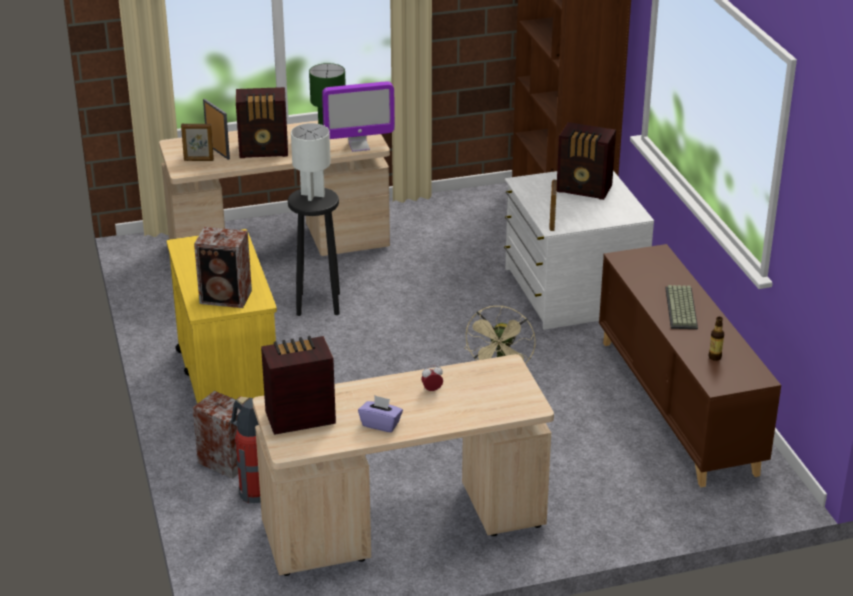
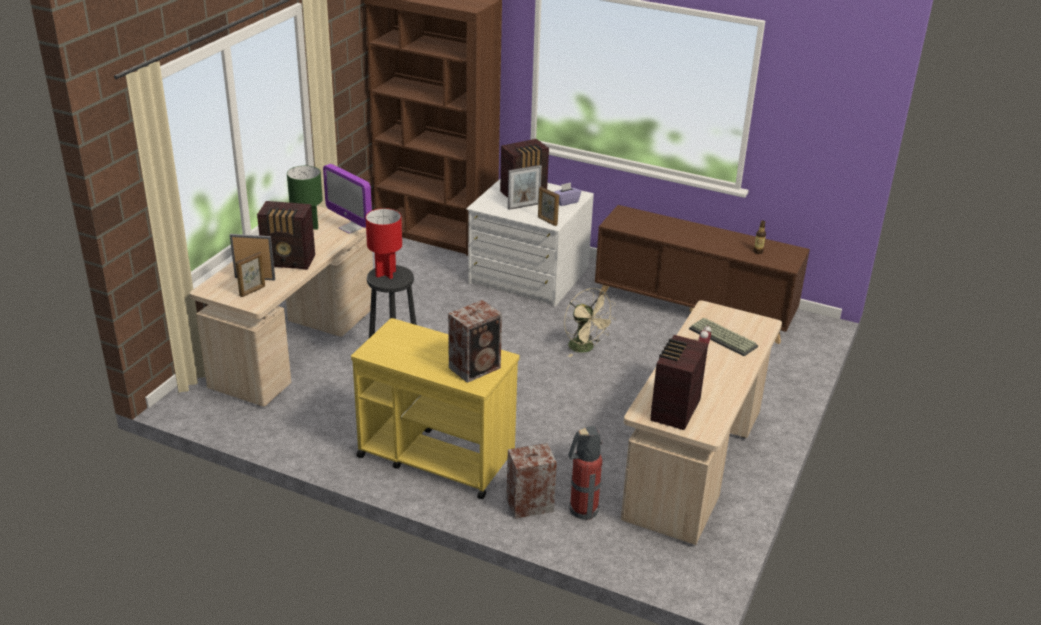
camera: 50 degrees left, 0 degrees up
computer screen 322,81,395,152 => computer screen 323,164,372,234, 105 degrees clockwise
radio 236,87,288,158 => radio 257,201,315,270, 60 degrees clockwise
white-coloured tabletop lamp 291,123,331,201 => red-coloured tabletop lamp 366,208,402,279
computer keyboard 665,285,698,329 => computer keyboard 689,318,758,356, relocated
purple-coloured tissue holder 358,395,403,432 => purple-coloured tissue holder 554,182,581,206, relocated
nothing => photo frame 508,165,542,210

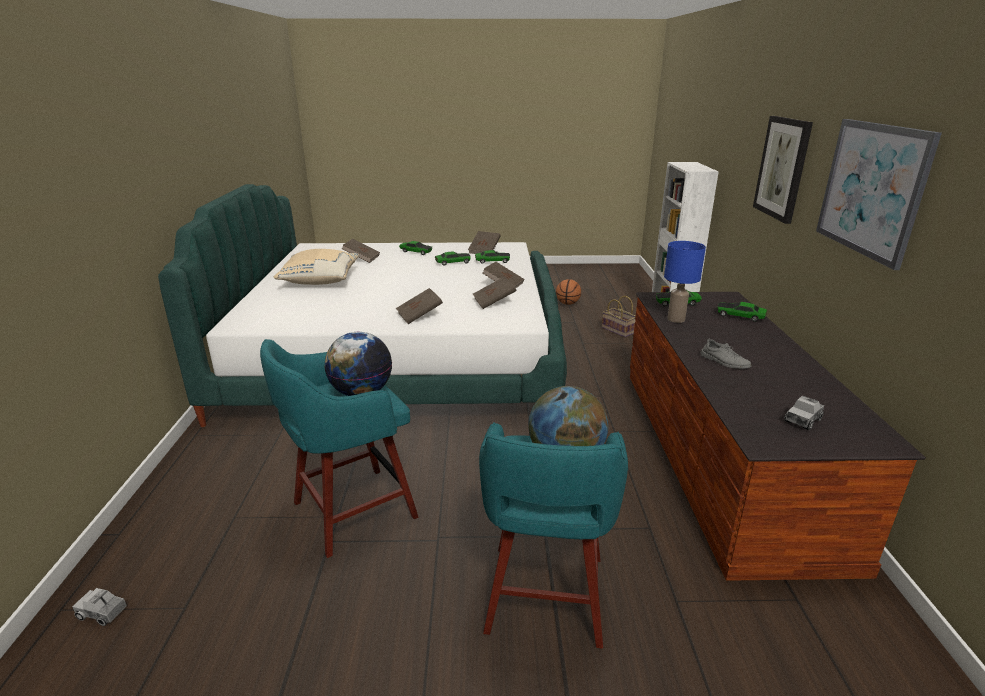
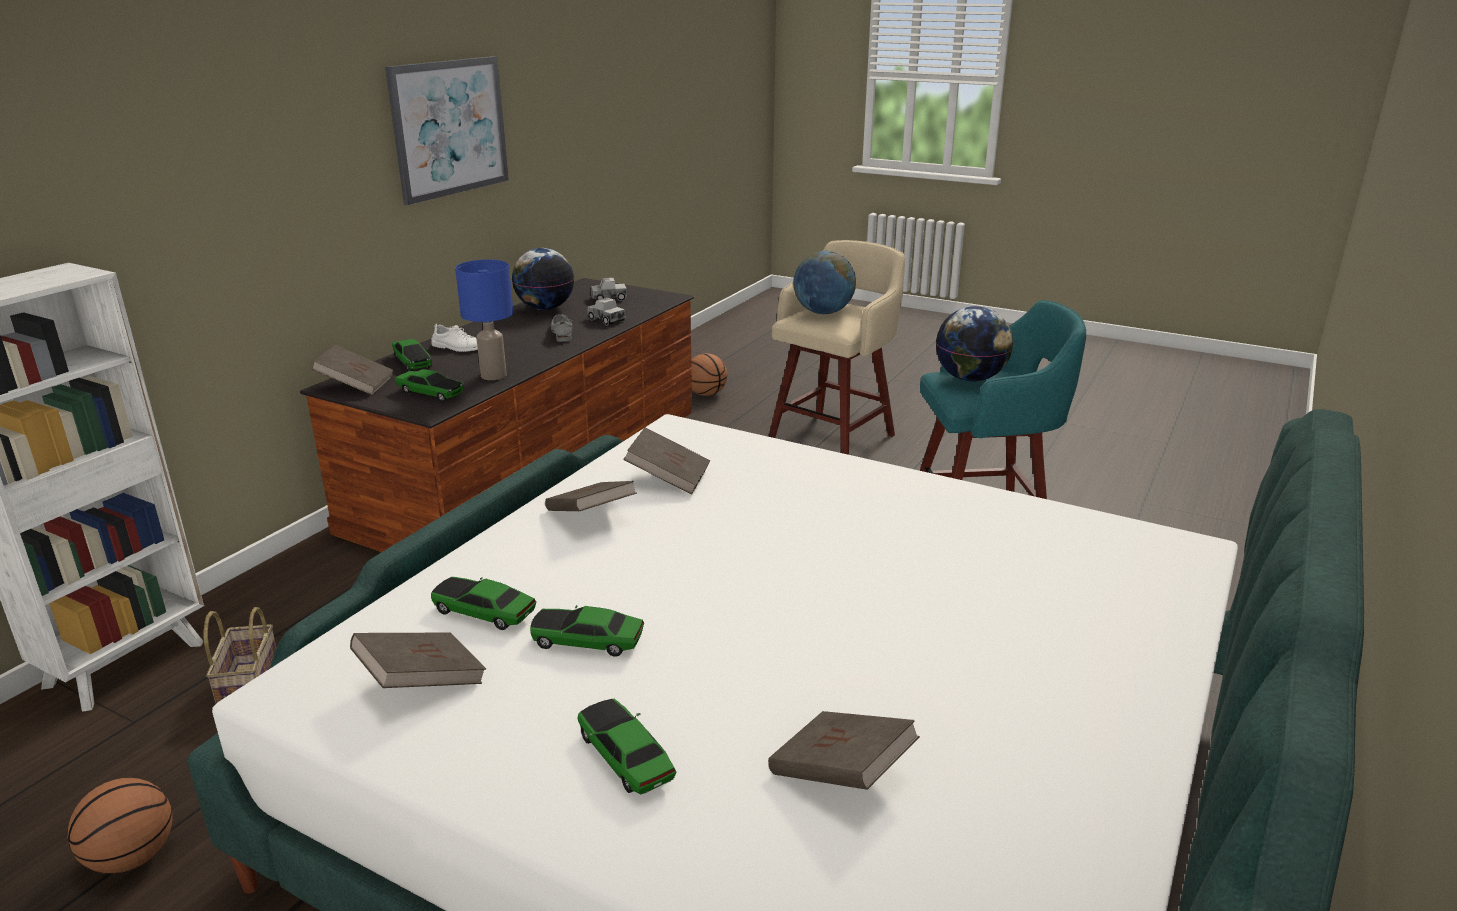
camera: 150 degrees left, 0 degrees up
picture 753,116,813,224 => nothing
beige throw pillow 274,249,359,285 => nothing
brown volume 396,288,443,324 => brown volume 312,345,393,395, relocated
blue-green stool seat 479,422,628,649 => beige stool seat 768,240,905,455
model truck 72,588,127,626 => model truck 588,298,626,325, relocated
nothing => globe 512,248,574,310
nothing => white-coloured low shoe 431,324,478,352
nothing => basketball ball 690,353,727,396

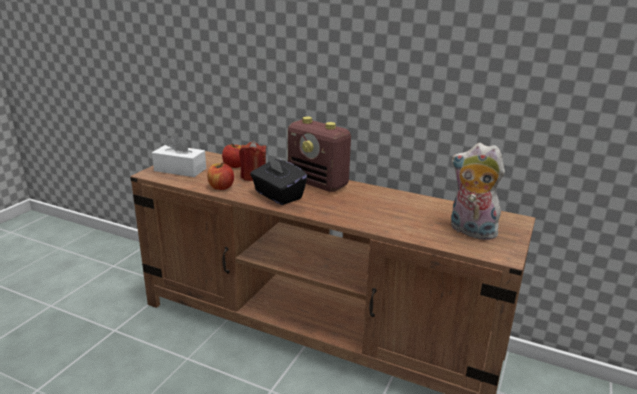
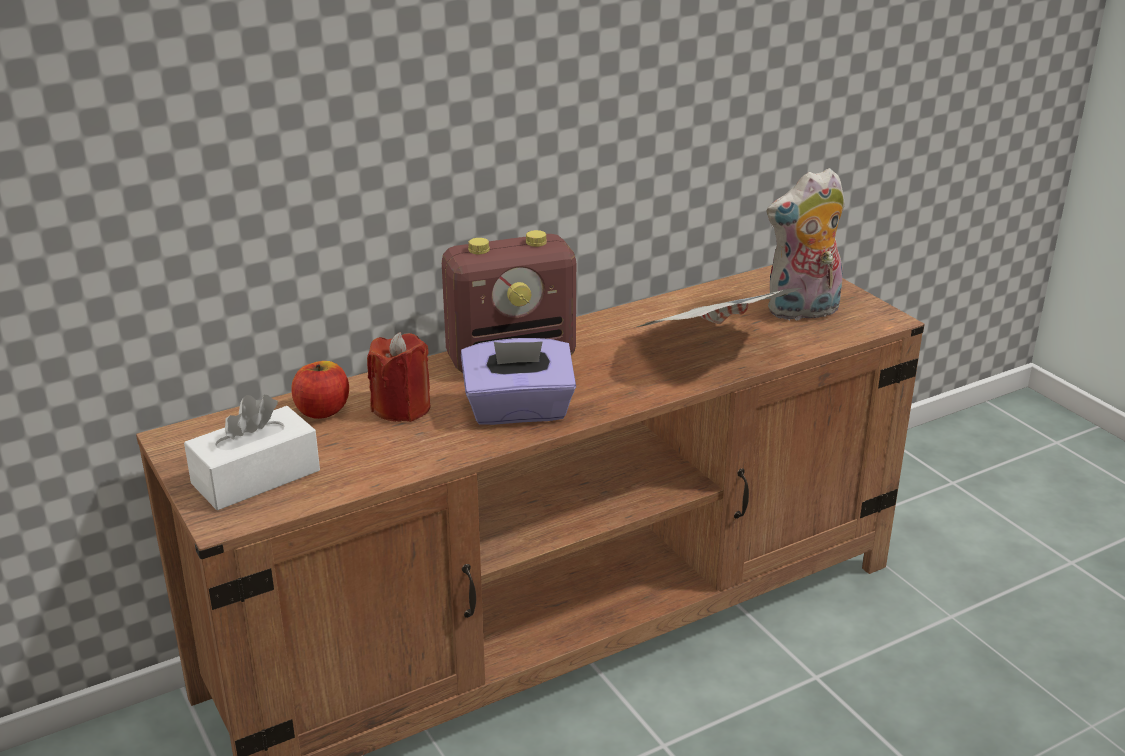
camera: 55 degrees left, 5 degrees up
black-coloured tissue holder 250,156,307,205 => purple-coloured tissue holder 461,338,576,425
apple fruit 207,162,234,190 => nothing
nothing => printed paper 633,288,802,328

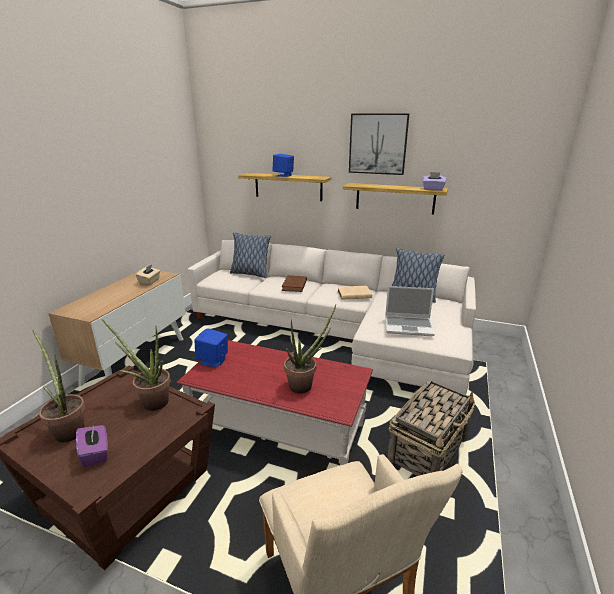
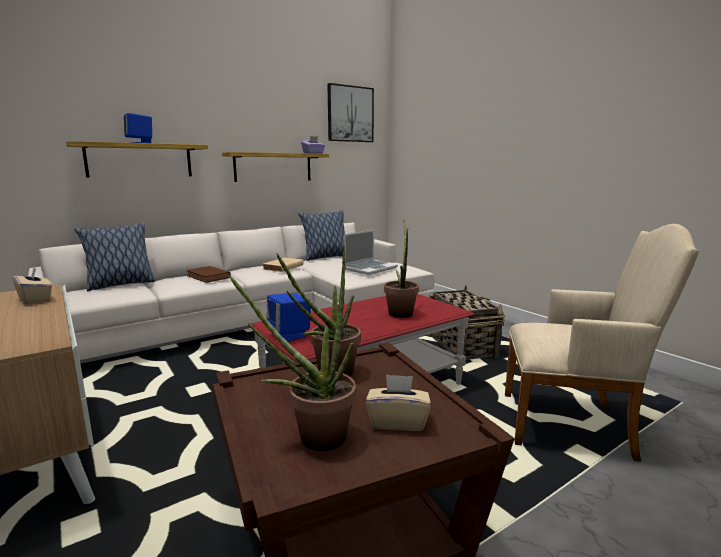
camera: 55 degrees left, 10 degrees down
picture 349,113,409,175 => picture 328,83,374,142, relocated
purple-coloured tissue holder 76,424,108,468 => beige tissue holder 366,374,431,431

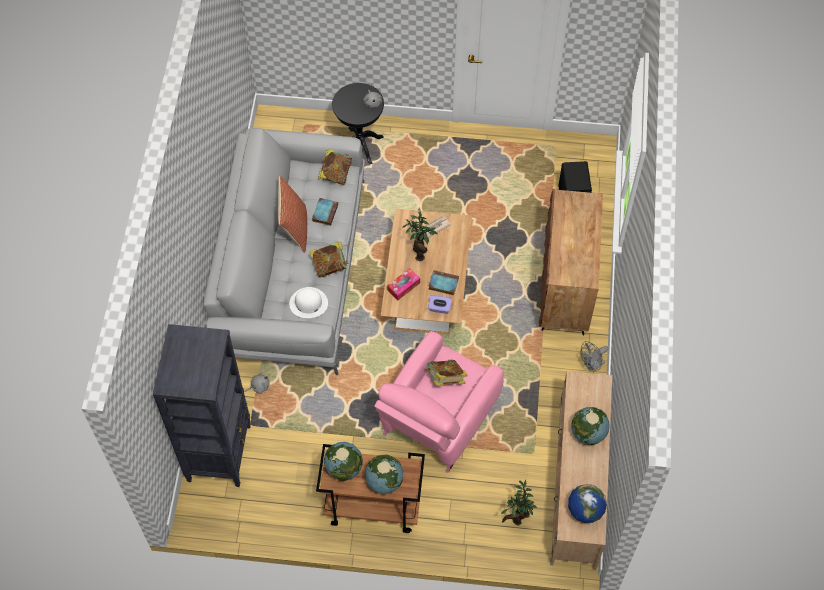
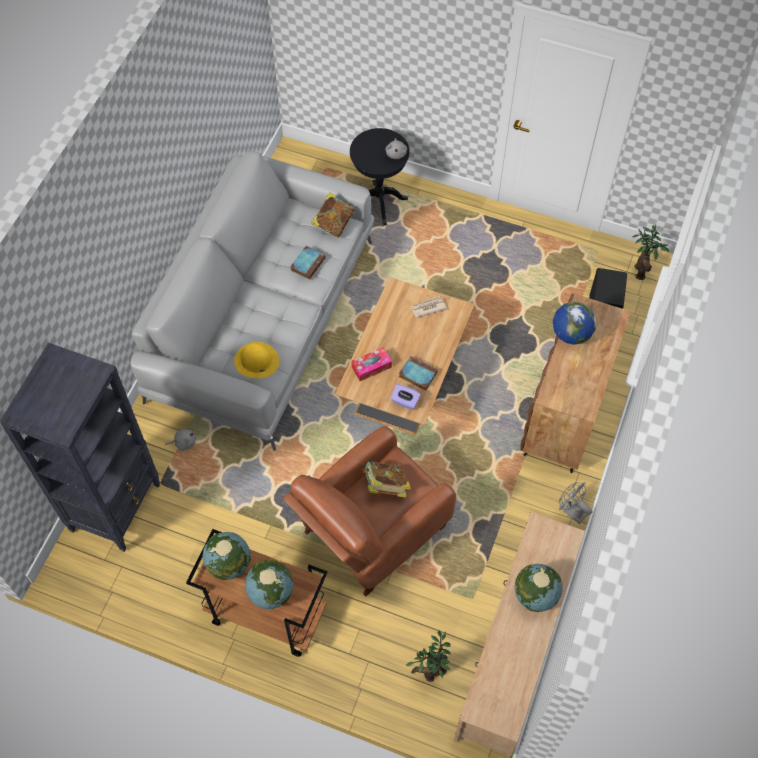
camera: 15 degrees right, 0 degrees up
throw pillow 278,176,307,253 => nothing
plant in a pot 402,211,437,261 => plant in a pot 633,225,669,280, relocated
volume 309,242,349,277 => nothing
white-coloured wearable hat 289,287,328,318 => yellow wearable hat 234,342,279,378
pink armchair 374,331,504,473 => brown armchair 283,426,456,597
greyish fan 580,341,608,372 => greyish fan 559,482,593,524, 60 degrees clockwise
globe 568,484,607,523 => globe 553,302,596,345, relocated

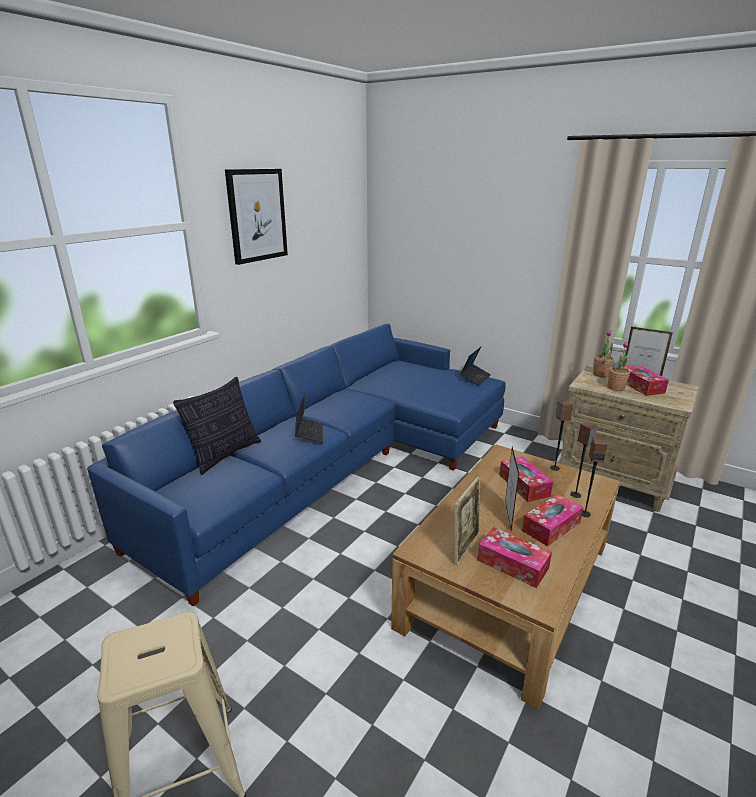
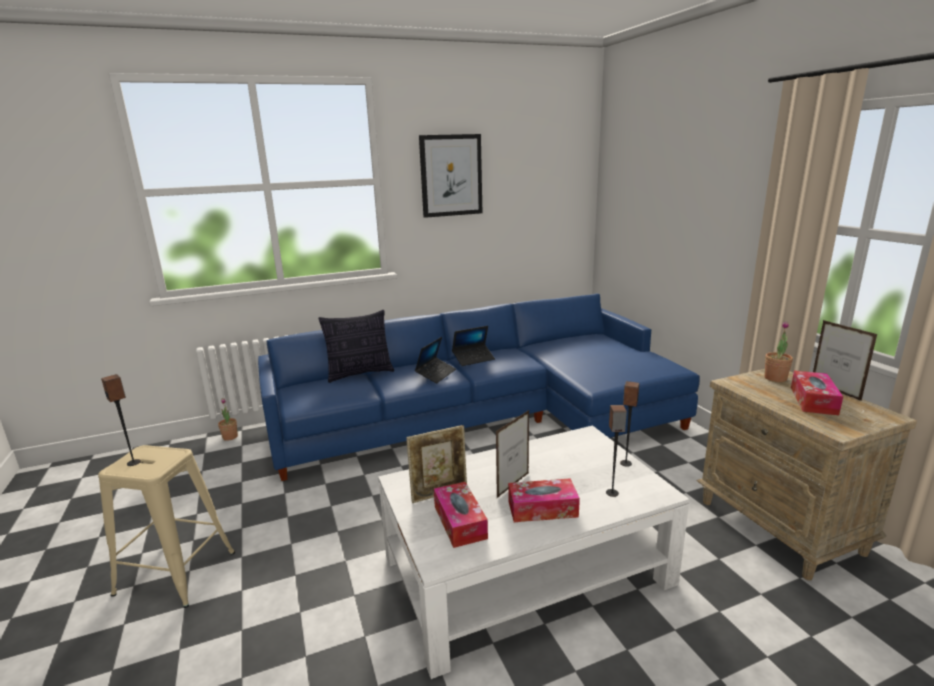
camera: 35 degrees right, 5 degrees down
plant in a pot 608,342,630,391 => plant in a pot 218,398,238,441, relocated
laptop 460,347,491,386 => laptop 452,326,495,366, relocated
loudspeaker 582,438,607,517 => loudspeaker 101,374,141,466, relocated
brown low table 391,445,620,710 => white-coloured low table 378,425,690,679
tissue holder 499,456,553,502 => nothing

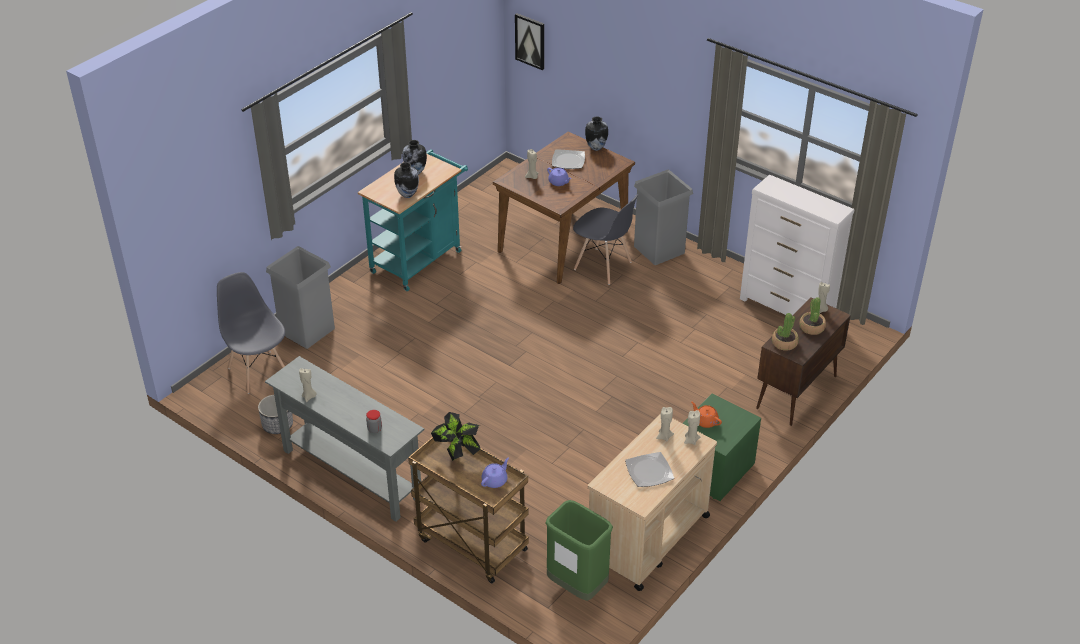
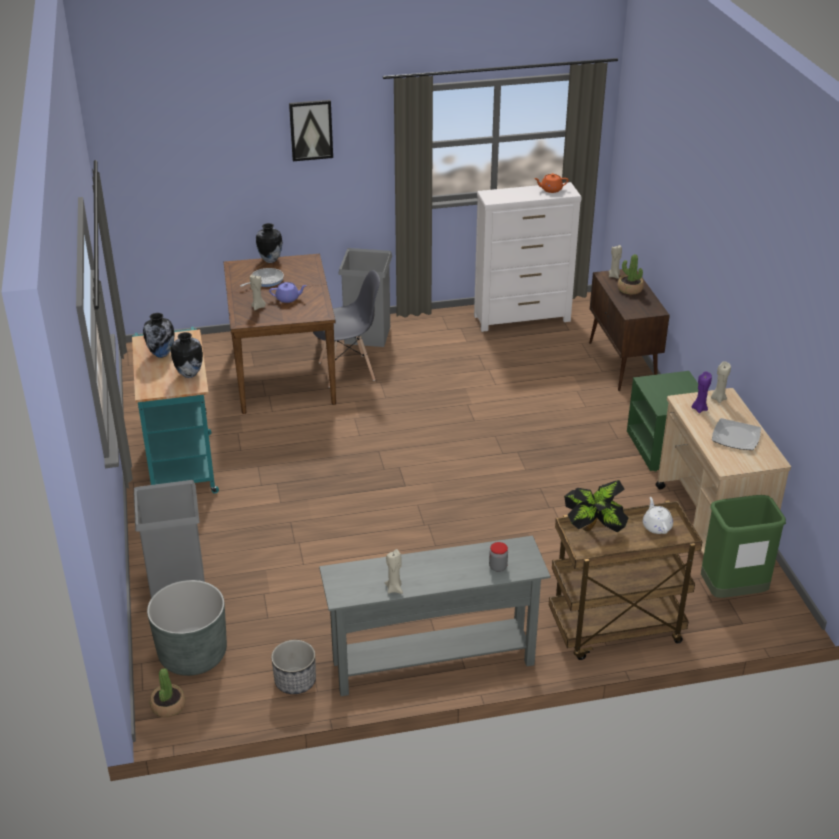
camera: 50 degrees left, 5 degrees down
picture 515,13,544,70 => picture 289,100,333,161, relocated
plate 552,149,585,169 => skillet 240,268,284,287
greyish upright chair 217,272,285,394 => greyish plant pot 147,580,227,676
plant in a pot 772,313,799,351 => plant in a pot 150,668,186,717, relocated
orange pot for tea 691,402,722,428 => orange pot for tea 534,173,569,193, relocated
beige wax candle 656,407,674,441 => purple-coloured wax candle 692,371,712,413
purple-coloured pot for tea 481,458,509,488 => white-coloured pot for tea 643,497,673,534

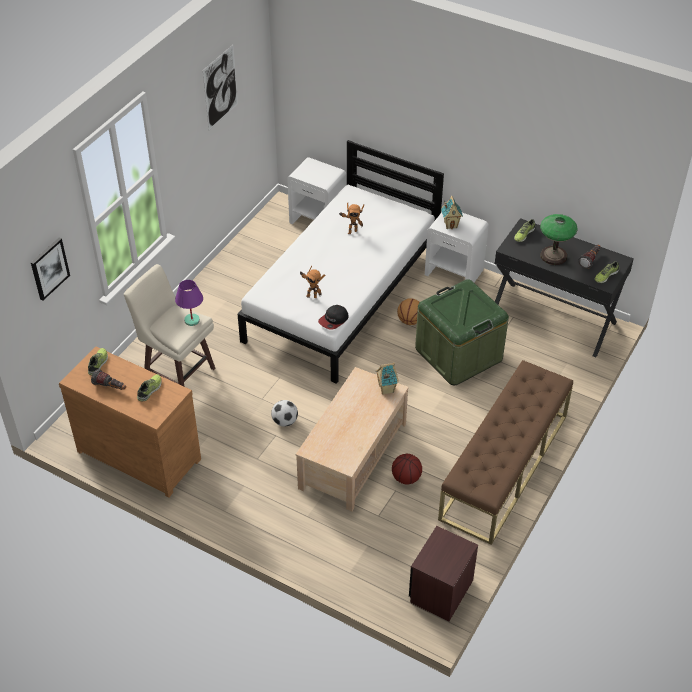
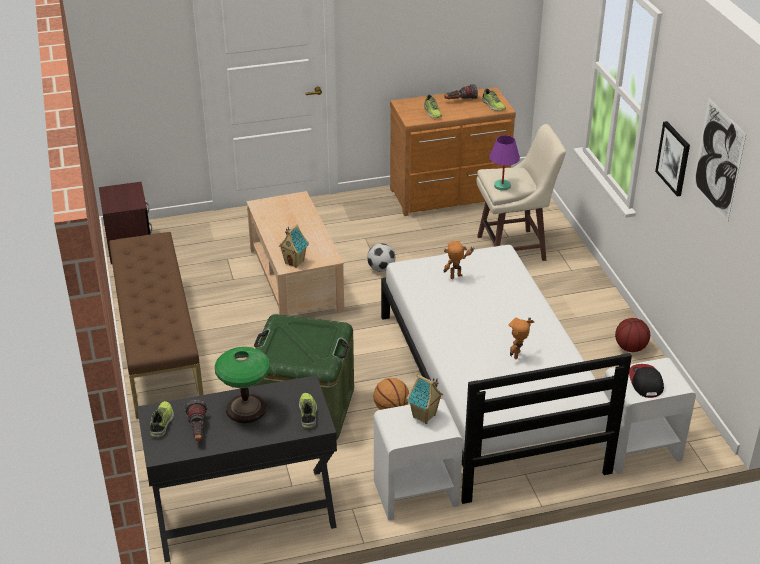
camera: 135 degrees right, 10 degrees down
picture 31,238,70,300 => picture 655,121,690,196, relocated
cap 318,305,349,330 => cap 629,364,664,398, relocated
basketball ball 392,454,422,485 => basketball ball 615,318,650,352, relocated

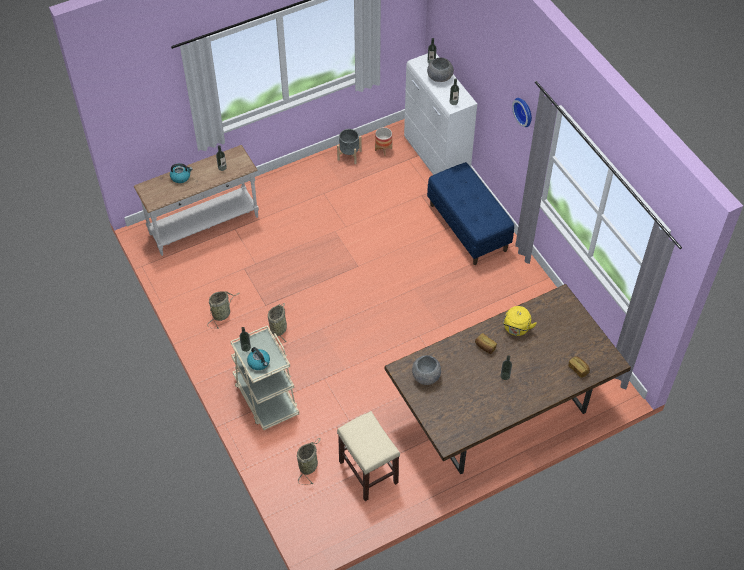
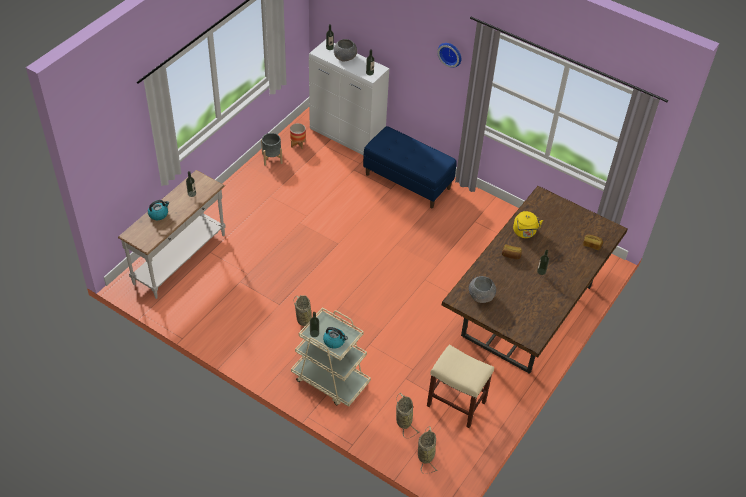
camera: 30 degrees left, 5 degrees down
household basket 207,291,239,329 => household basket 418,426,437,474, relocated

